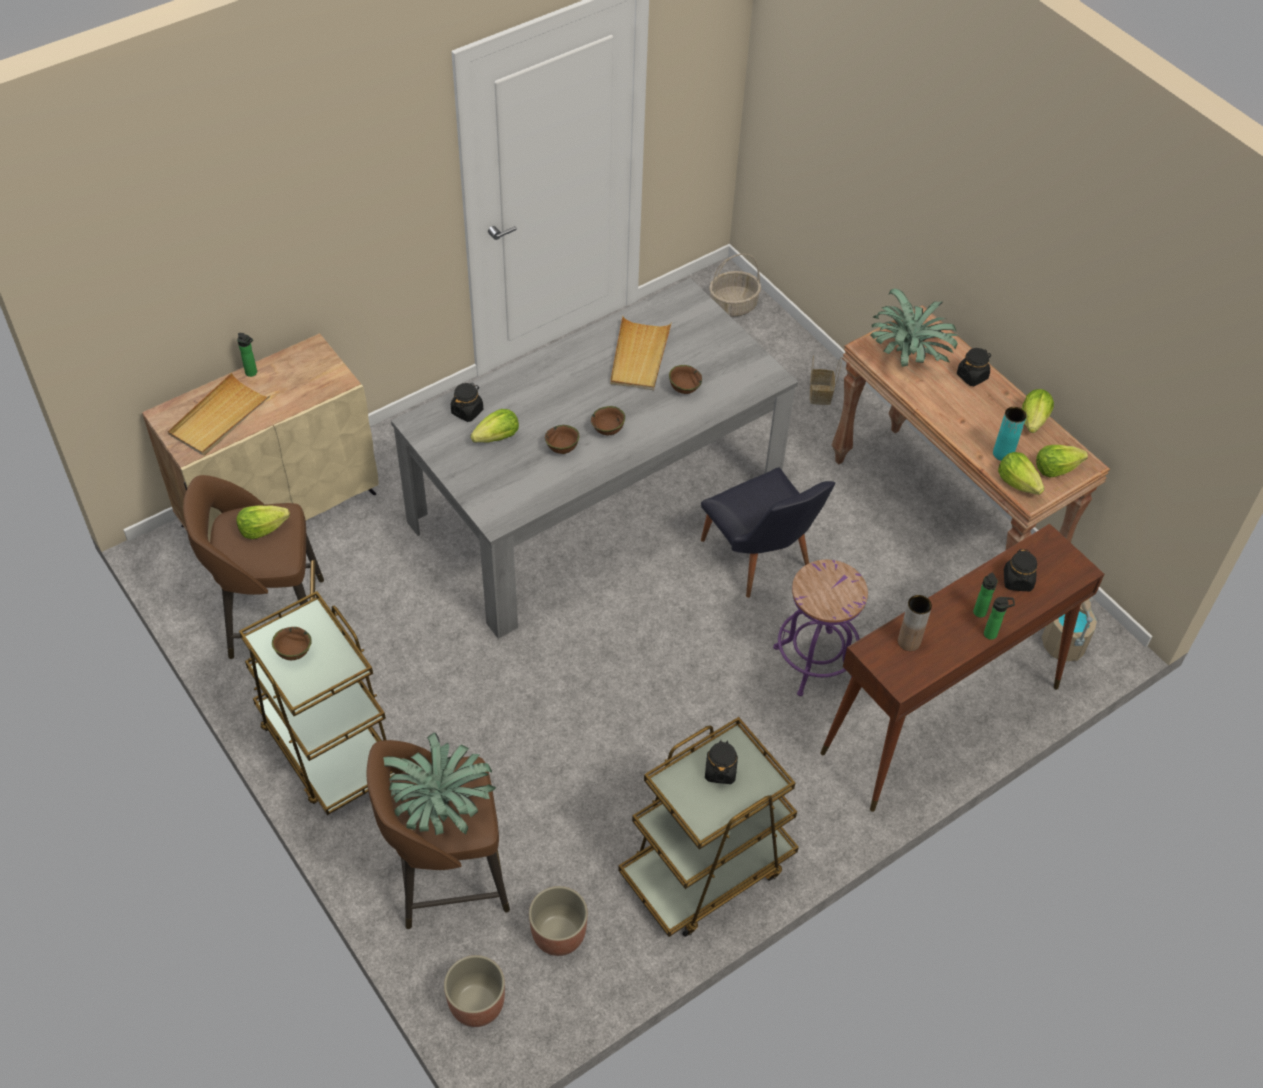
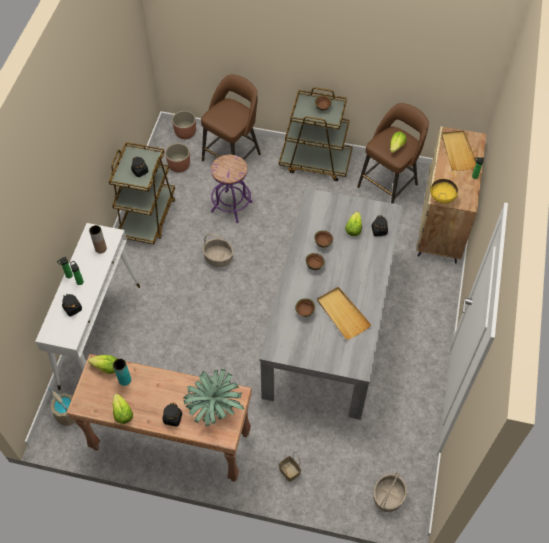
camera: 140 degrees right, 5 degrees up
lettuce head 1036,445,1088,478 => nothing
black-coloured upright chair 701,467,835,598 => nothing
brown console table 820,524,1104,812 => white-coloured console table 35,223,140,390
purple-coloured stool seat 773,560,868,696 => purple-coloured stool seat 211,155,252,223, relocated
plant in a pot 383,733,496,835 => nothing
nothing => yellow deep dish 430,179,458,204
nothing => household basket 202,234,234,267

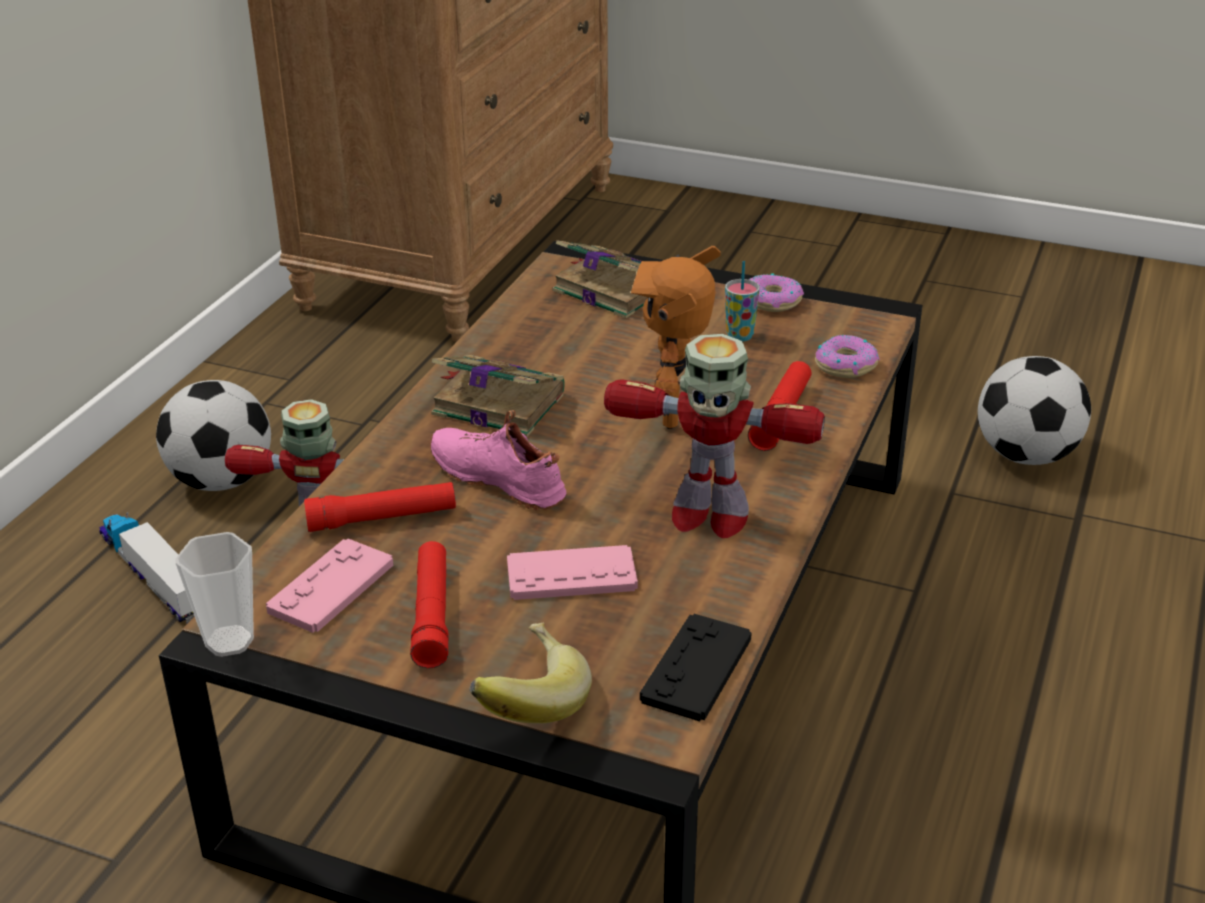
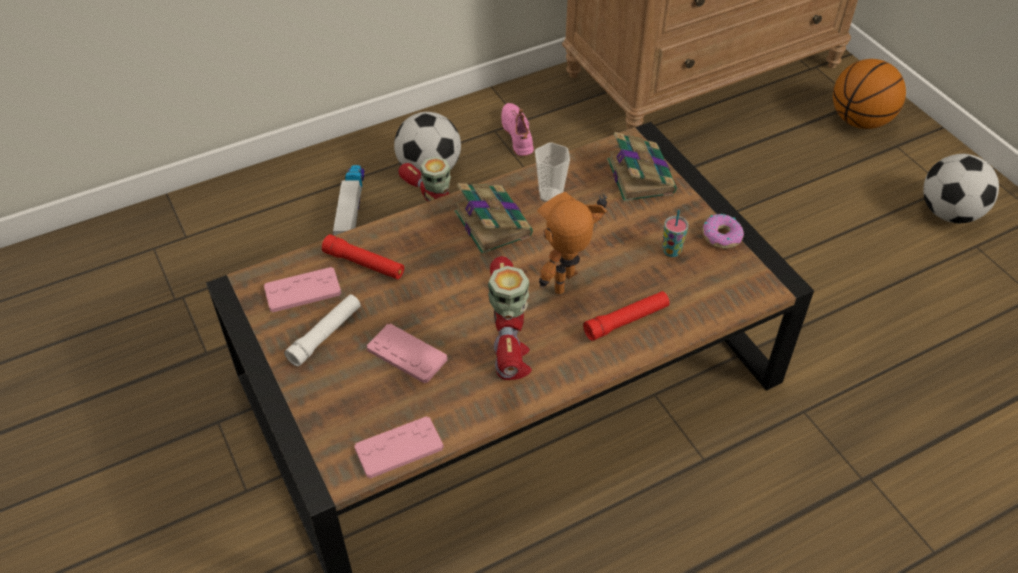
camera: 40 degrees right, 15 degrees up
model robot 604,334,825,538 => model robot 488,256,532,380, 150 degrees counterclockwise
donut 815,335,880,378 => nothing
football ball 978,356,1091,465 => football ball 923,154,999,223, relocated
pink low shoe 430,410,566,510 => pink low shoe 501,103,534,156, relocated
drinking cup 175,532,254,657 => drinking cup 535,142,570,202, relocated
red-coloured hand torch 410,541,449,668 => white-coloured hand torch 284,295,361,367
black-coloured gamepad 640,614,752,722 => pink gamepad 354,416,444,479
whole banana 469,623,592,724 => nothing
nothing => basketball ball 833,59,906,129

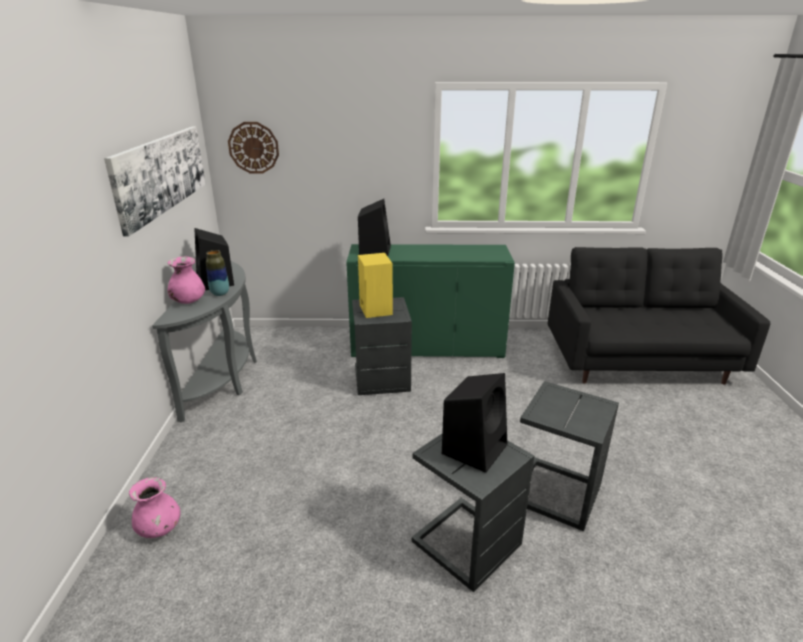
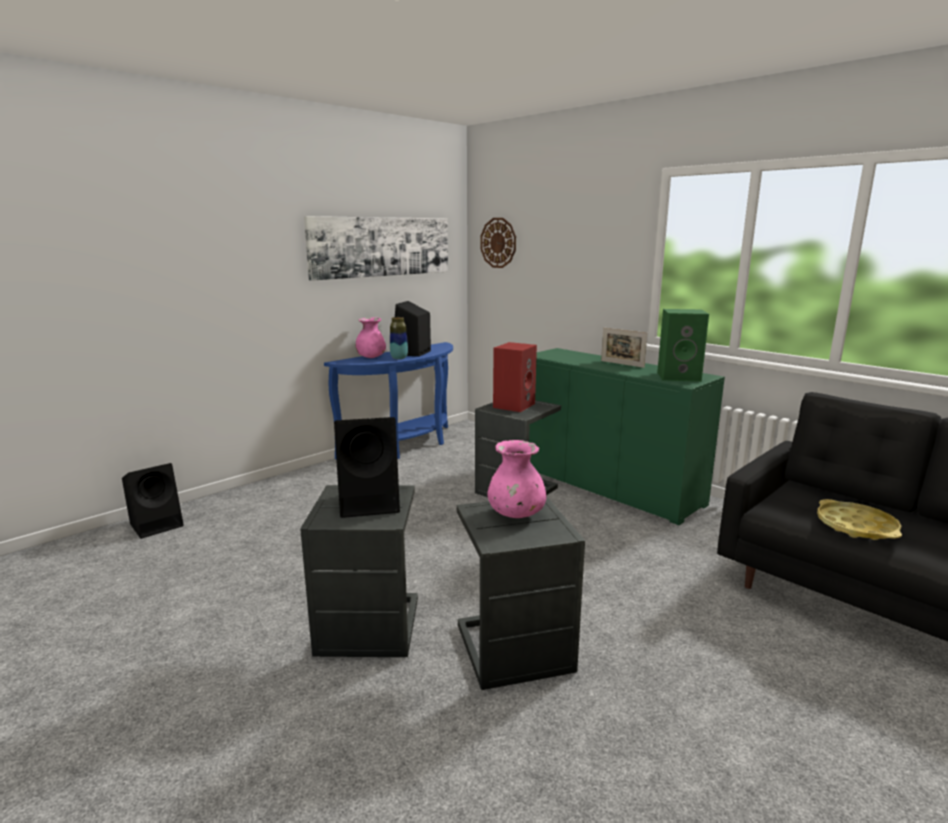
camera: 45 degrees right, 10 degrees down
black-coloured loudspeaker 358,199,391,256 => black-coloured loudspeaker 122,463,184,539, relocated
yellow loudspeaker 358,253,393,318 => red-coloured loudspeaker 493,342,537,412
greyish console table 152,261,257,422 => blue-coloured console table 324,342,453,460
pink decorative vase 129,477,180,538 => pink decorative vase 487,440,547,518, relocated
nothing => green loudspeaker 657,309,709,382
nothing => photo frame 601,327,647,368
nothing => yellow serving tray 817,499,902,540

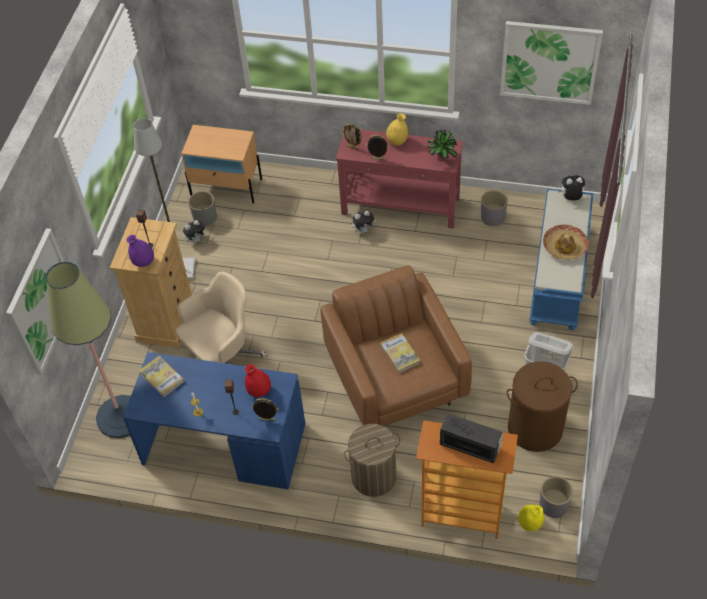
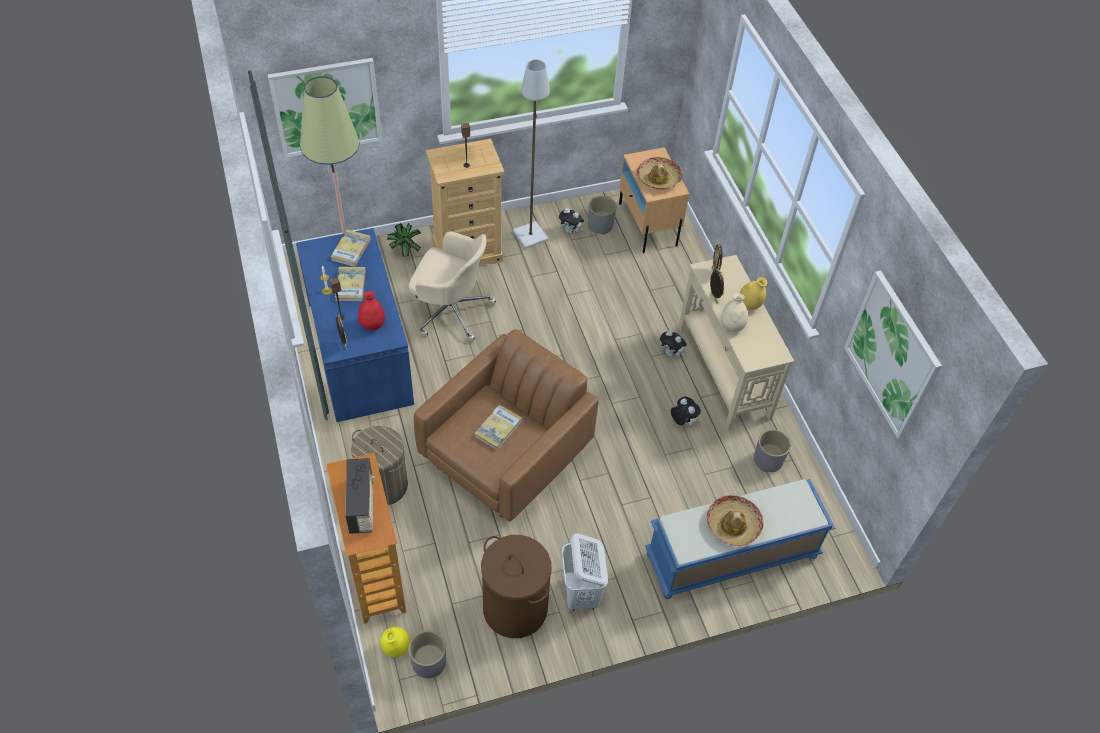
camera: 55 degrees right, 0 degrees up
red-coloured console table 336,129,463,229 => beige console table 678,255,794,430
plant in a pot 427,130,457,160 => plant in a pot 387,223,421,257, relocated
plush toy 558,175,585,200 => plush toy 671,397,701,425, relocated
purple-coloured decorative vase 127,235,154,267 => nothing
nothing => wearable hat 637,157,682,189
nothing => volume 335,267,366,301
nothing => beige decorative vase 721,293,748,332

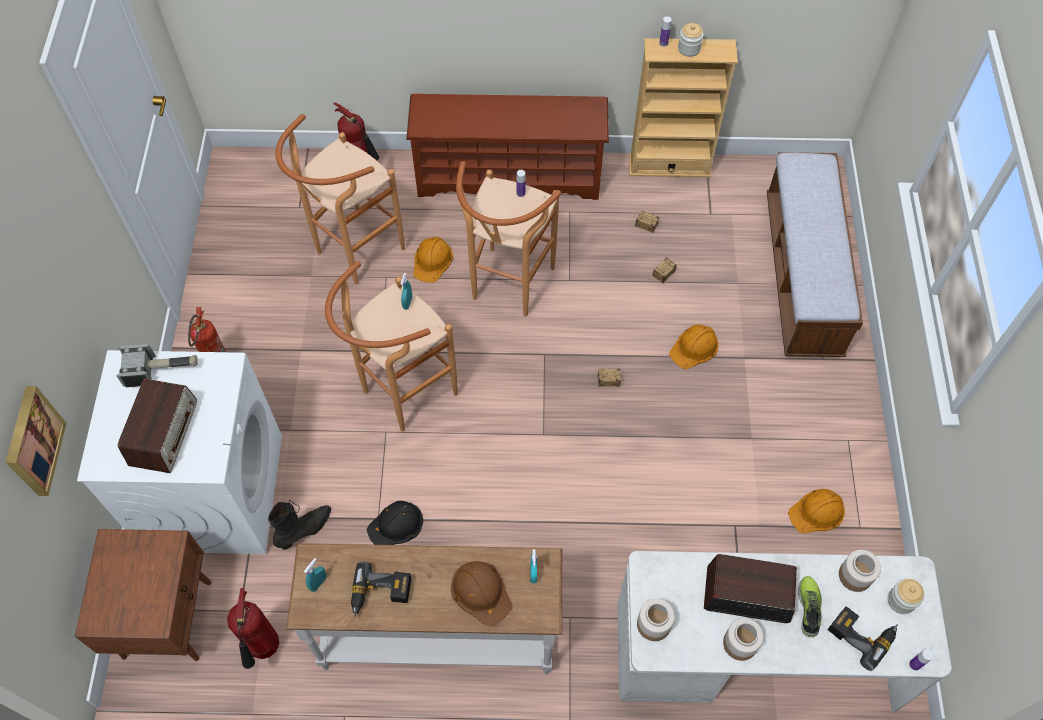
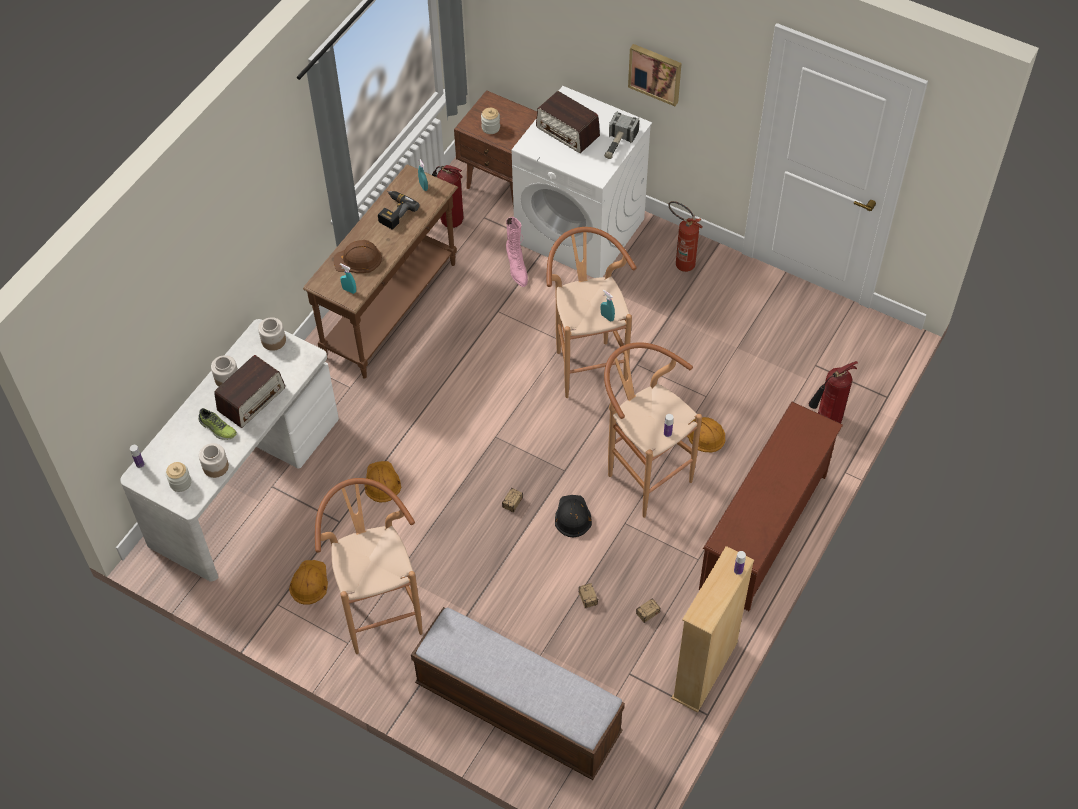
camera: 120 degrees right, 5 degrees down
storage jar 678,23,704,57 => storage jar 481,108,500,134, relocated
brown stool seat 275,114,405,284 => brown stool seat 315,478,423,654, relocated
orange work helmet 669,325,718,369 => orange work helmet 365,461,401,502, relocated
picture 5,386,66,496 => picture 628,44,682,106, relocated
black-coloured boot 268,500,331,550 => pink boot 506,217,528,287
black-coloured work helmet 367,501,423,545 => black-coloured work helmet 555,495,592,537, relocated
white-coloured console table 286,543,562,674 => brown console table 303,164,458,379
power drill 827,606,898,671 => nothing

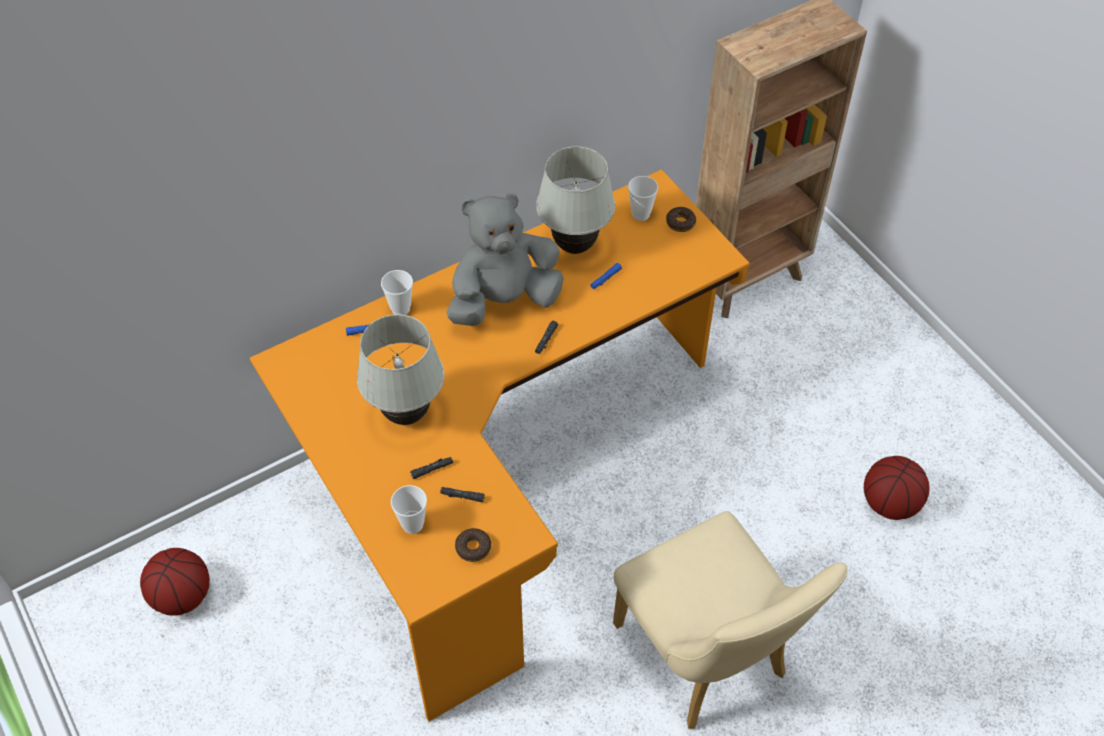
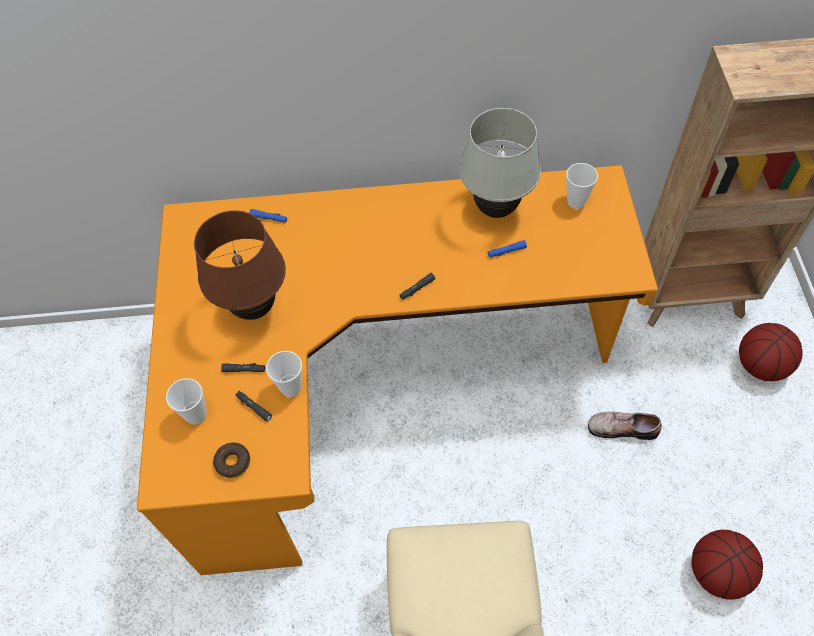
camera: 30 degrees right, 5 degrees up
greyish plush toy 446,192,564,326 => nothing
donut 666,206,696,232 => nothing
drinking cup 381,270,413,315 => drinking cup 266,351,302,397, relocated
white-coloured tabletop lamp 357,314,444,425 => brown tabletop lamp 194,210,286,320
basketball ball 140,548,210,616 => basketball ball 739,323,803,381, relocated
nothing => low shoe 588,412,662,440

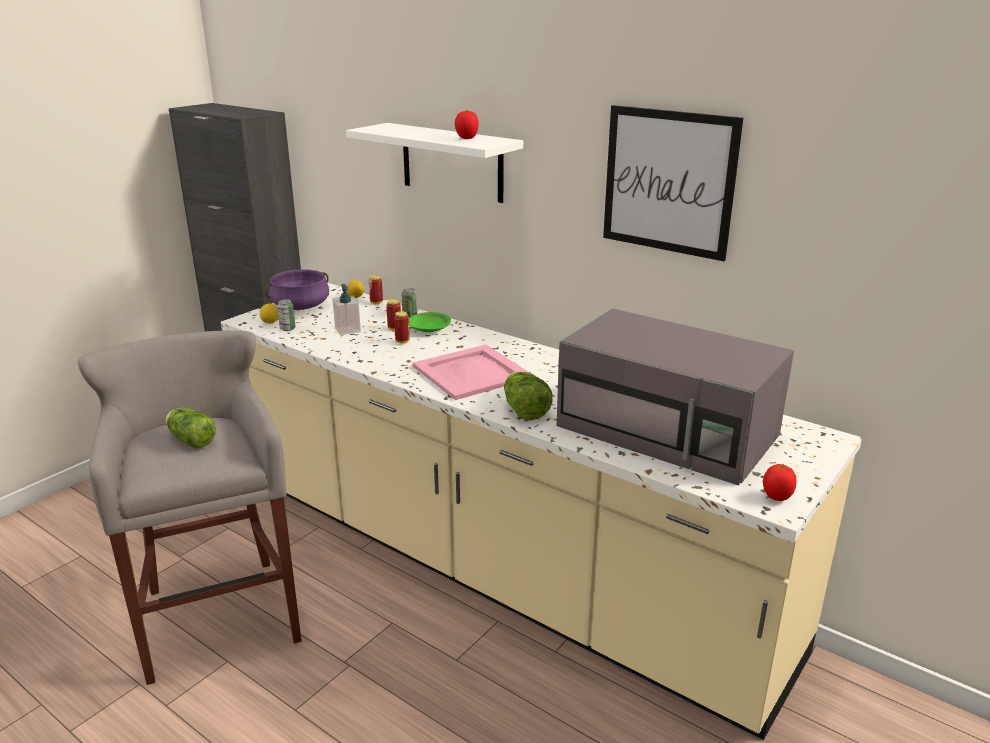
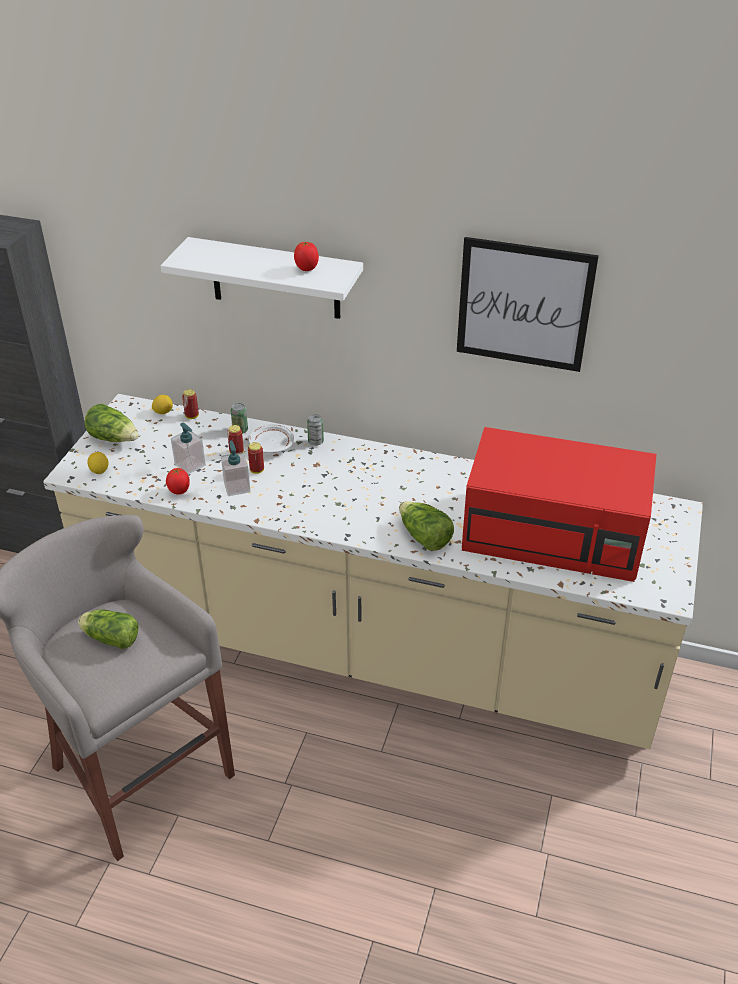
camera: 20 degrees left, 15 degrees up
purple-coloured stockpot 264,269,329,310 => lettuce head 84,404,139,442
can 277,299,296,331 => can 307,414,324,446, relocated
greyish microwave 556,308,794,485 => red-coloured microwave 462,427,656,582
green plate 409,312,451,332 => white-coloured plate 249,424,294,453
pink serving tray 413,345,531,400 => nothing
fresh tomato 763,464,797,501 => fresh tomato 166,467,190,495, relocated
nothing => soap dispenser 221,440,251,496

